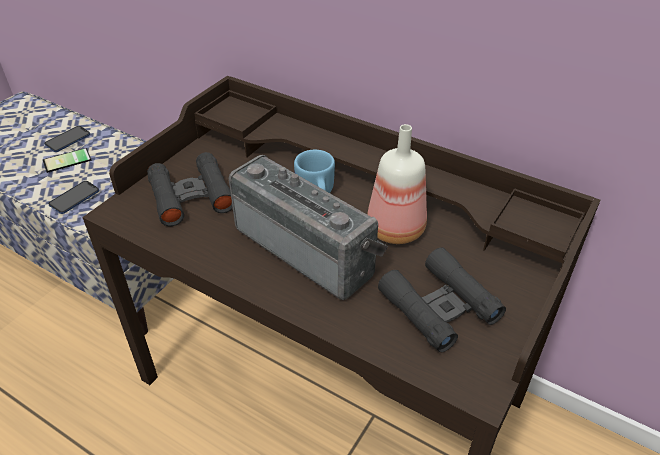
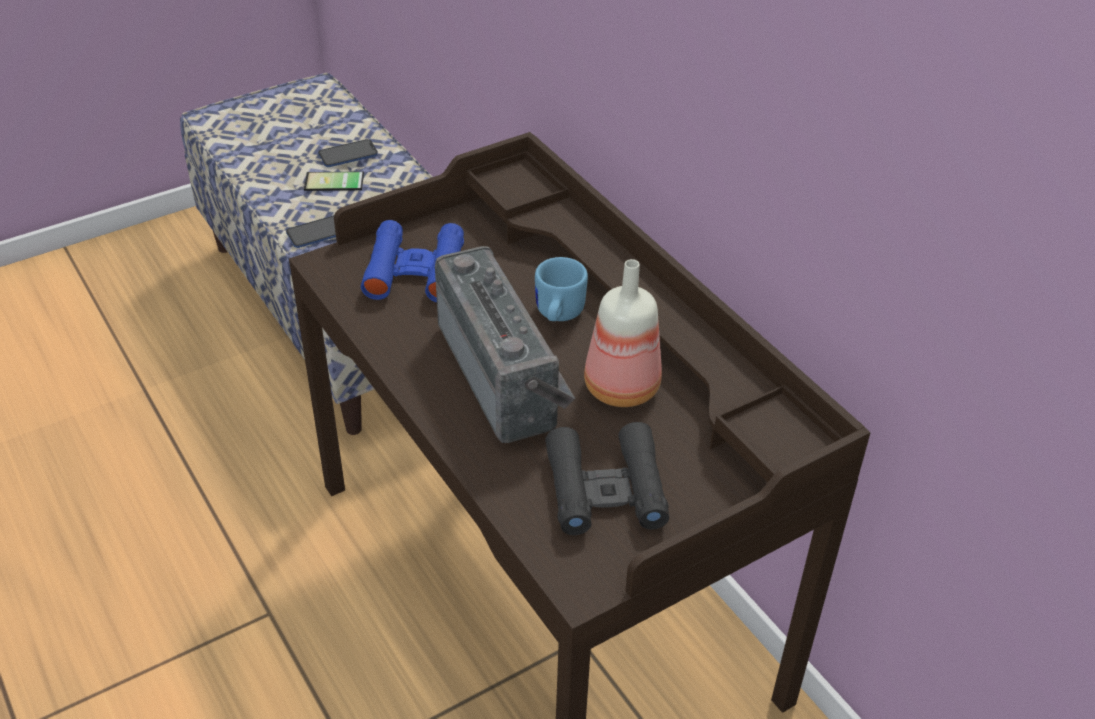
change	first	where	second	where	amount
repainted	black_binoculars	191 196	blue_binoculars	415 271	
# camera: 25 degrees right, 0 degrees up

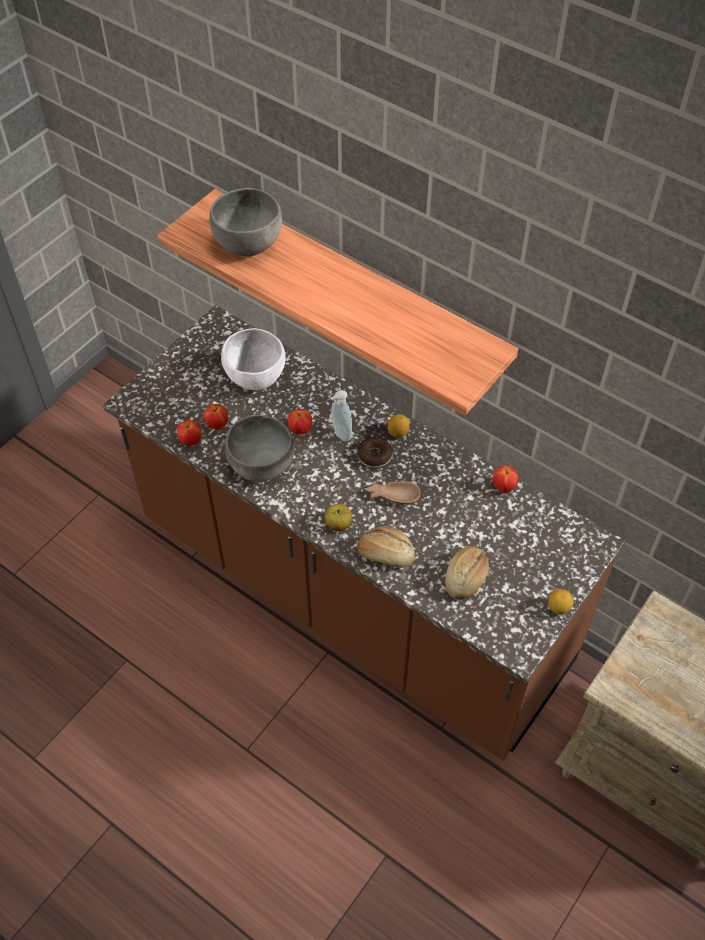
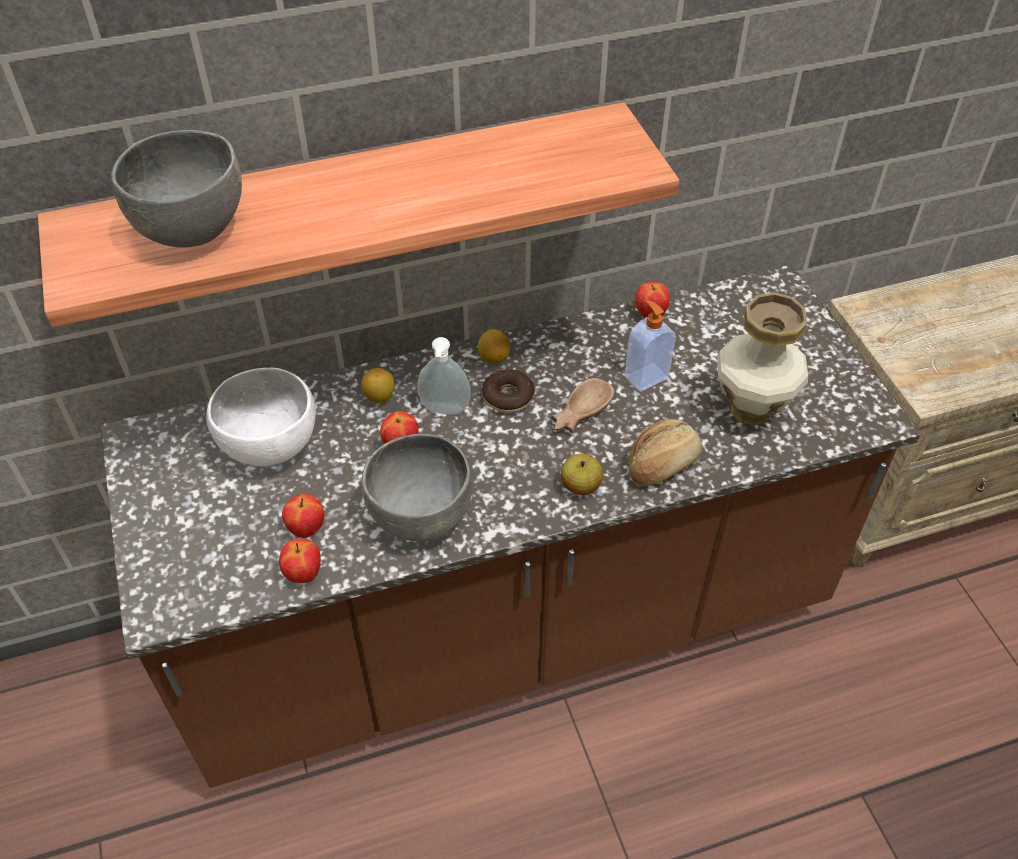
change	first	where	second	where	amount
swapped	bread	466 578	vase	750 410	
shifted	lemon	558 608		379 397	
new			soap_dispenser	645 376	
# camera: 55 degrees left, 5 degrees down

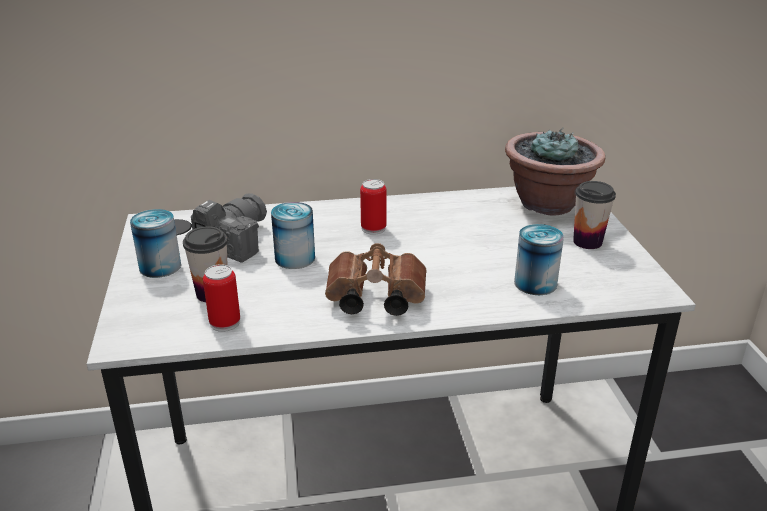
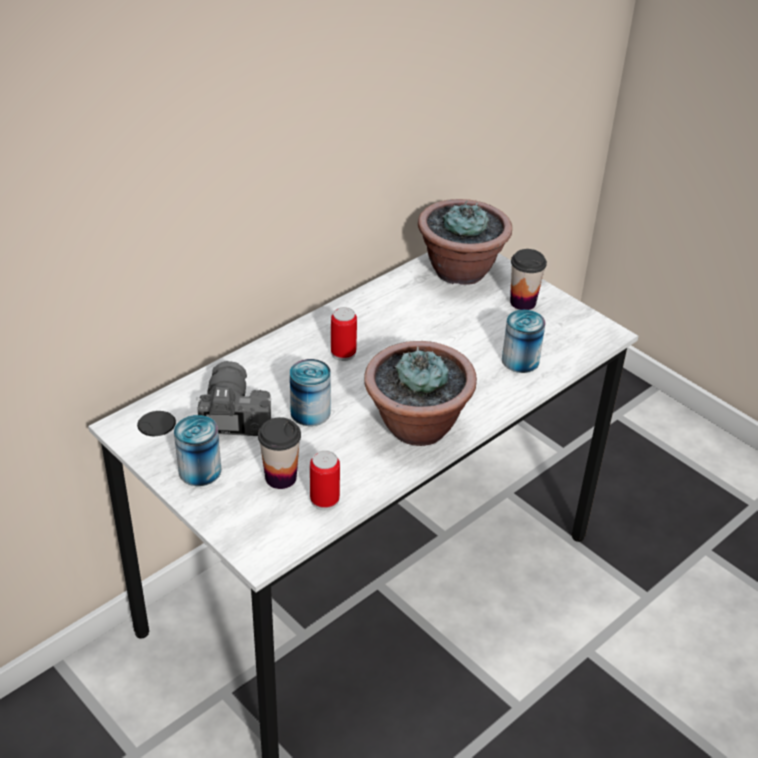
change	first	where	second	where	amount
swapped	brown_binoculars	373 299	potted_plant	416 427	
# camera: 35 degrees left, 10 degrees up

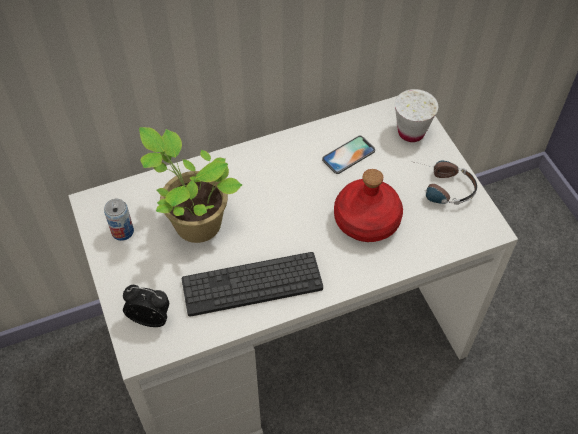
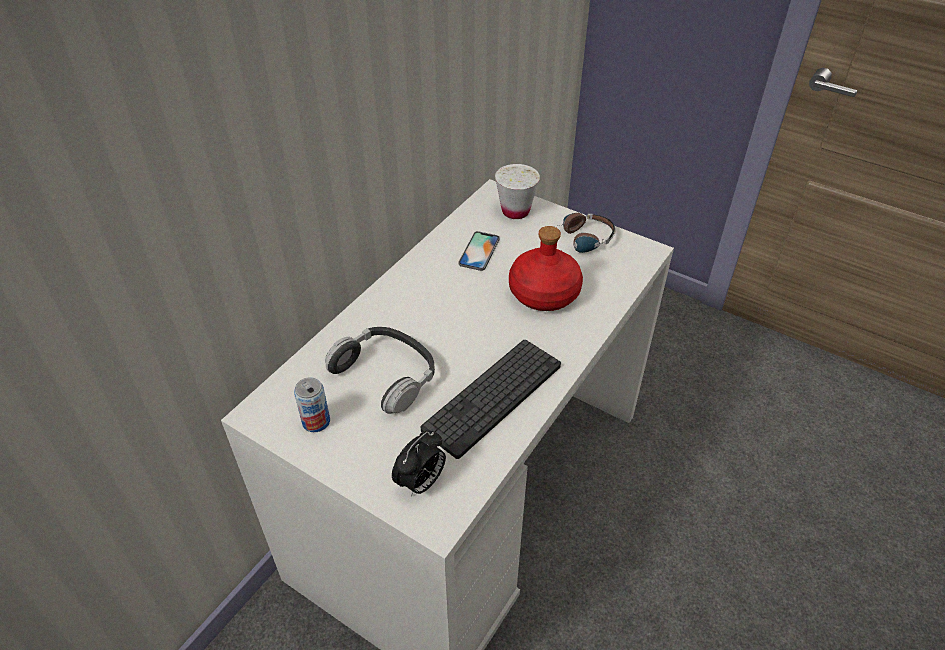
change	first	where	second	where	amount
rotated	alarm_clock	151 318		421 483	150 degrees clockwise
swapped	potted_plant	194 222	headphones	386 374	
# camera: 35 degrees left, 10 degrees down

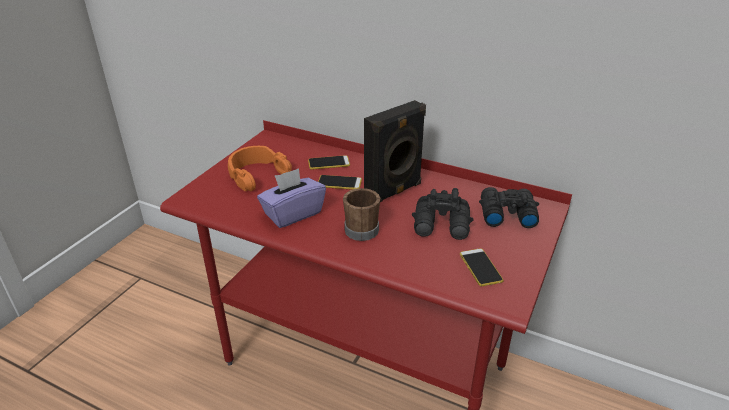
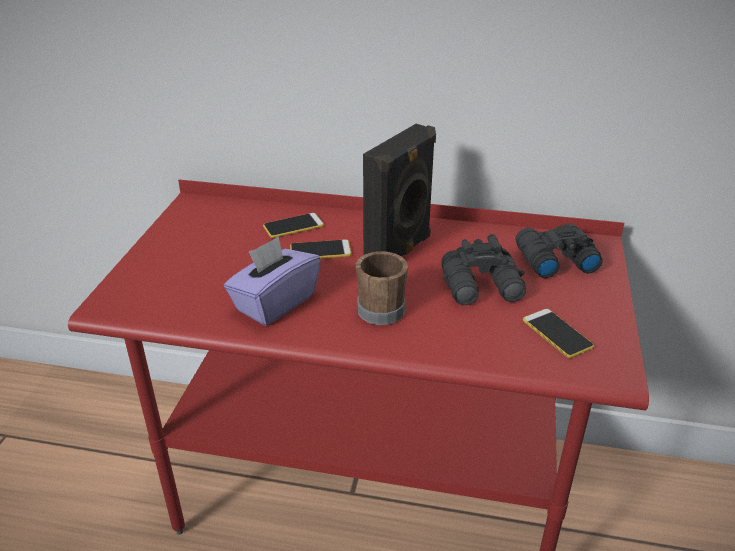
change	first	where	second	where	amount
gone	orange_headphones	257 175			
# camera: 15 degrees left, 0 degrees up

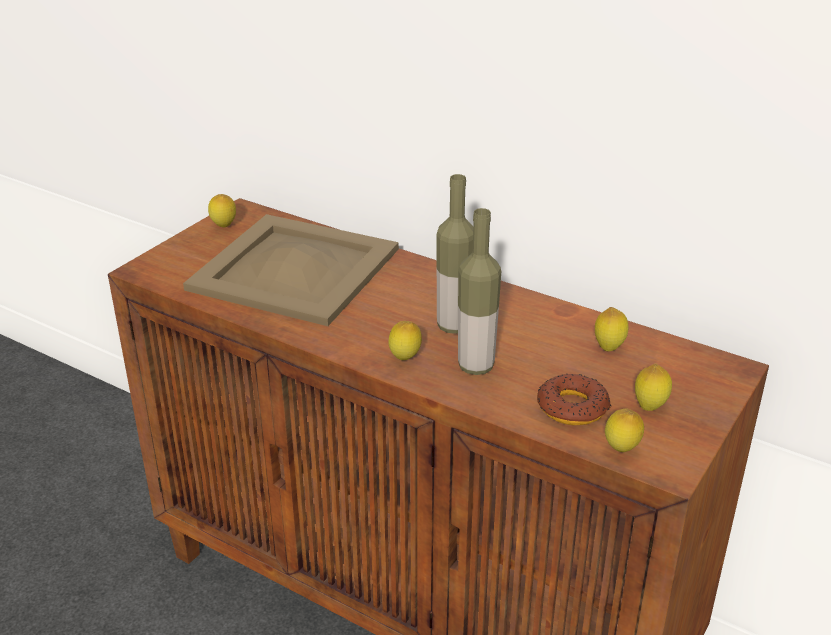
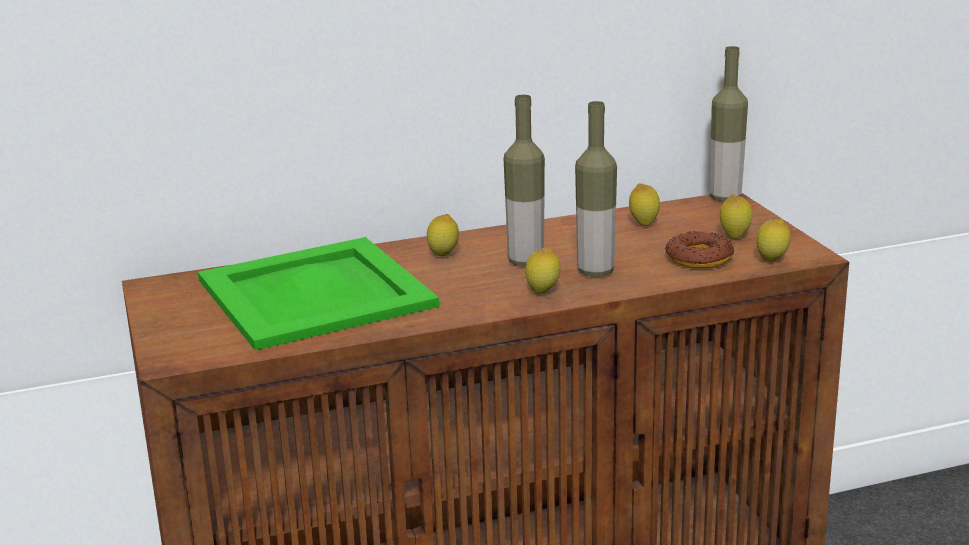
change	first	where	second	where	amount
repainted	beige_tray	294 268	green_tray	313 293	
shifted	lemon	224 227		443 256	
new			bottle	725 198	
# camera: 50 degrees left, 10 degrees down

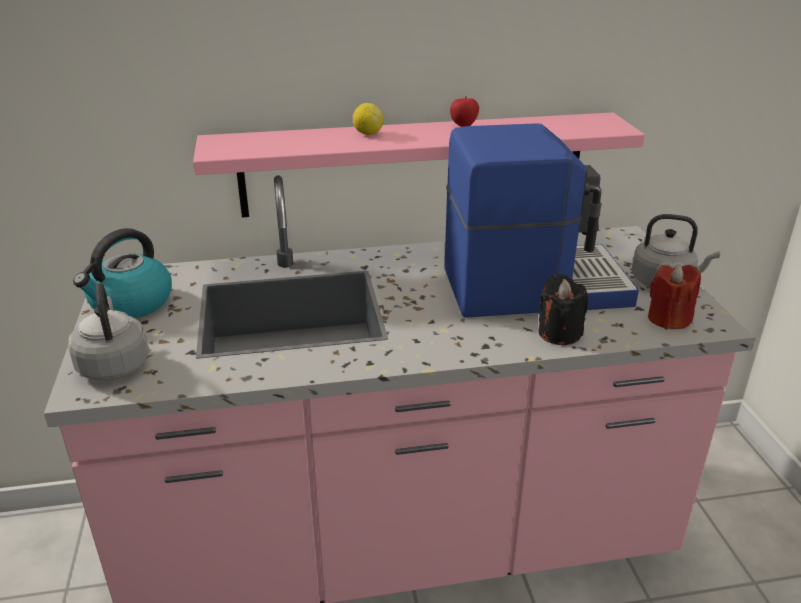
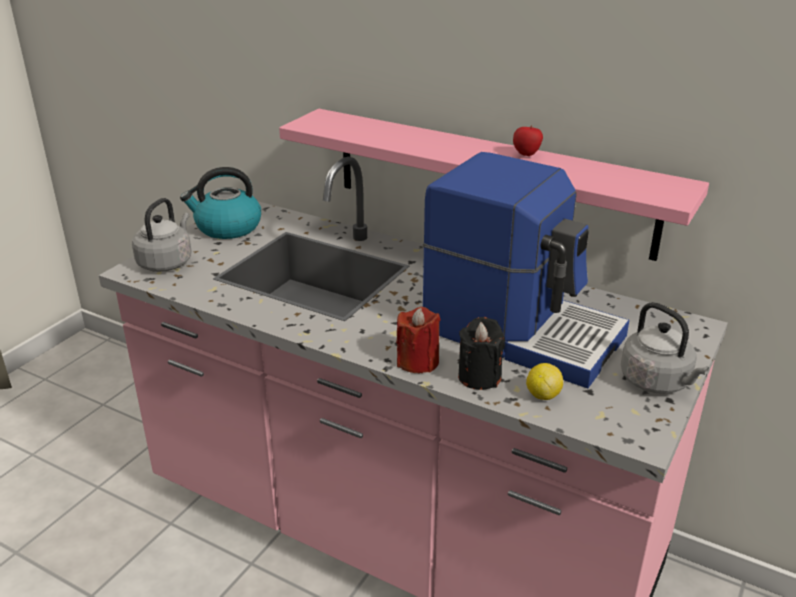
change	first	where	second	where	amount
shifted	lemon	368 133		543 395	
shifted	red_candle	668 319		418 362	
# camera: 40 degrees right, 0 degrees up

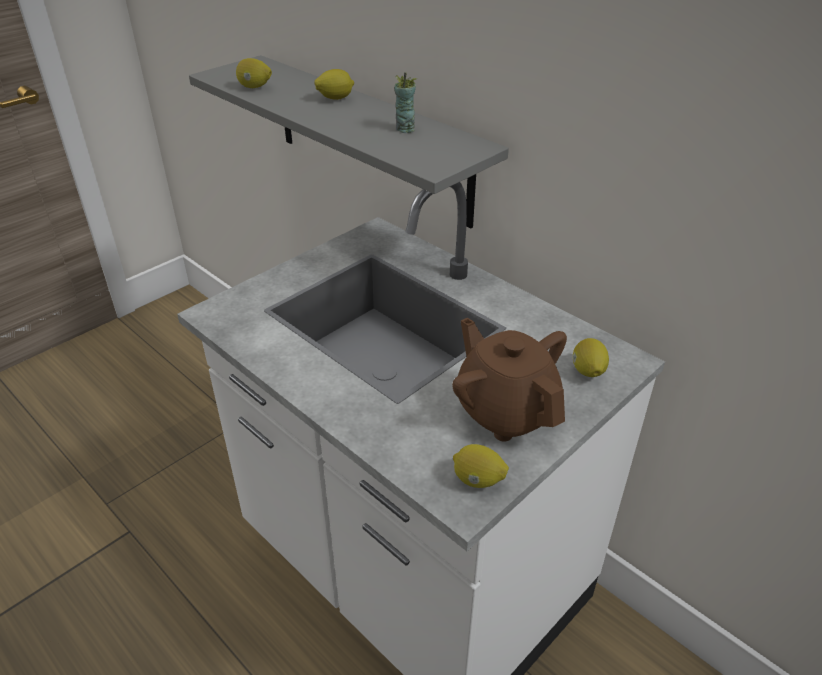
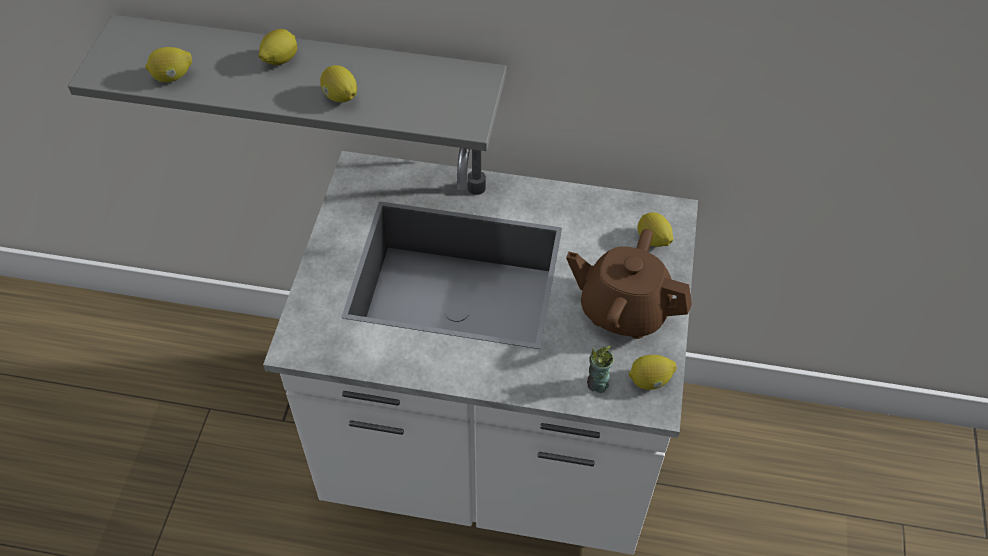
change	first	where	second	where	amount
shifted	cup	405 129		597 384	
new			lemon	340 97	
# camera: 35 degrees left, 15 degrees up

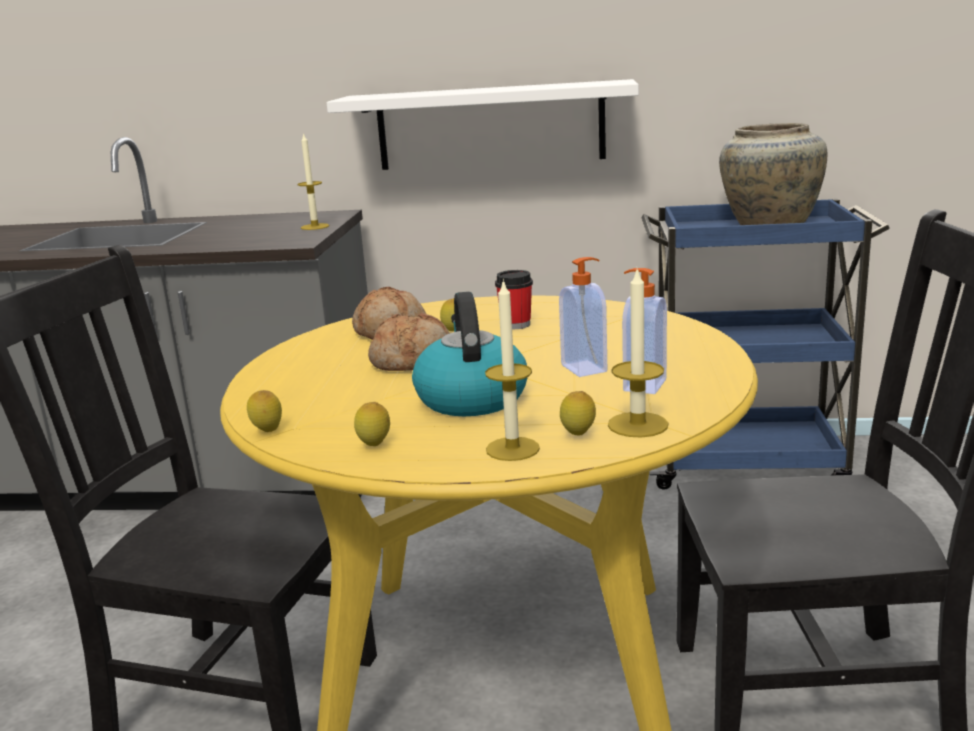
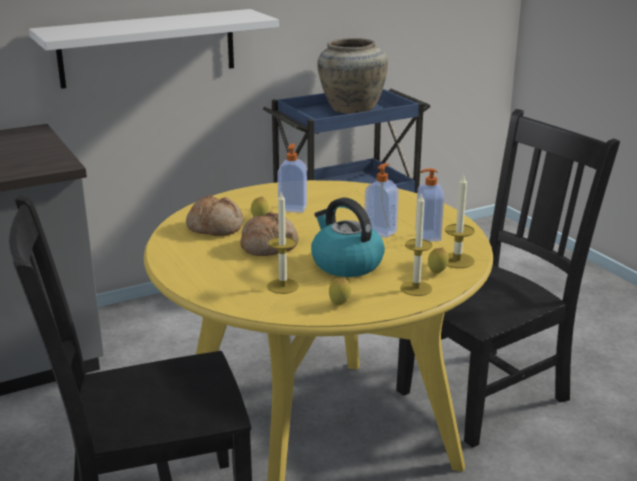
change	first	where	second	where	amount
gone	lemon	267 432			
shifted	candle	315 227		283 286	
swapped	cup	516 325	soap_dispenser	292 208	
# camera: 35 degrees left, 5 degrees up

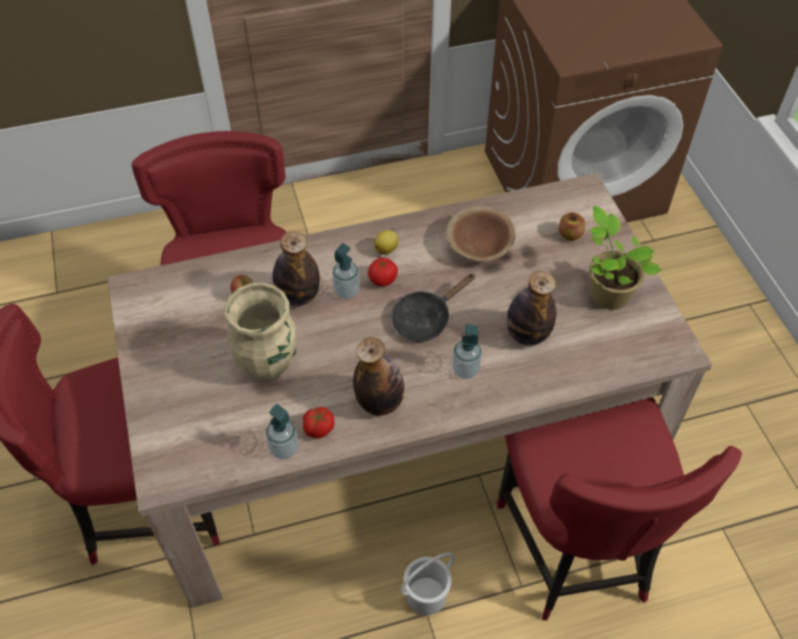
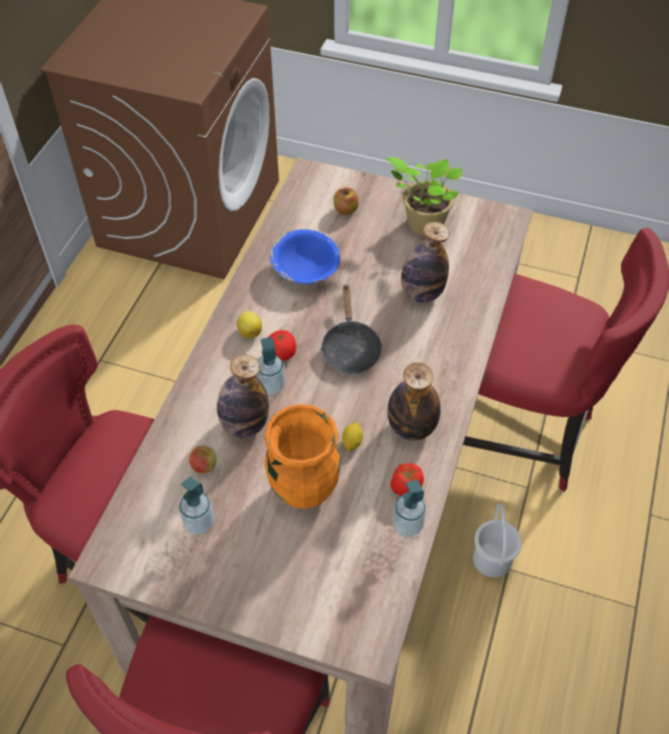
change	first	where	second	where	amount
repainted	beige_vase	268 364	orange_vase	304 489	
repainted	brown_bowl	479 246	blue_bowl	305 270	
shifted	soap_dispenser	465 370		199 523	
new			lemon	352 442	
# camera: 55 degrees left, 0 degrees up

